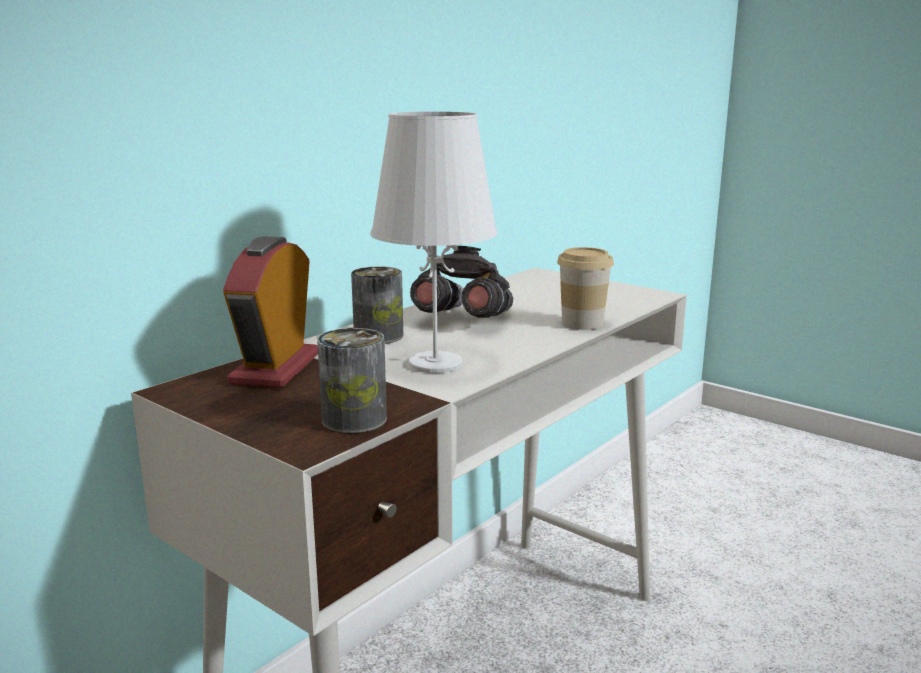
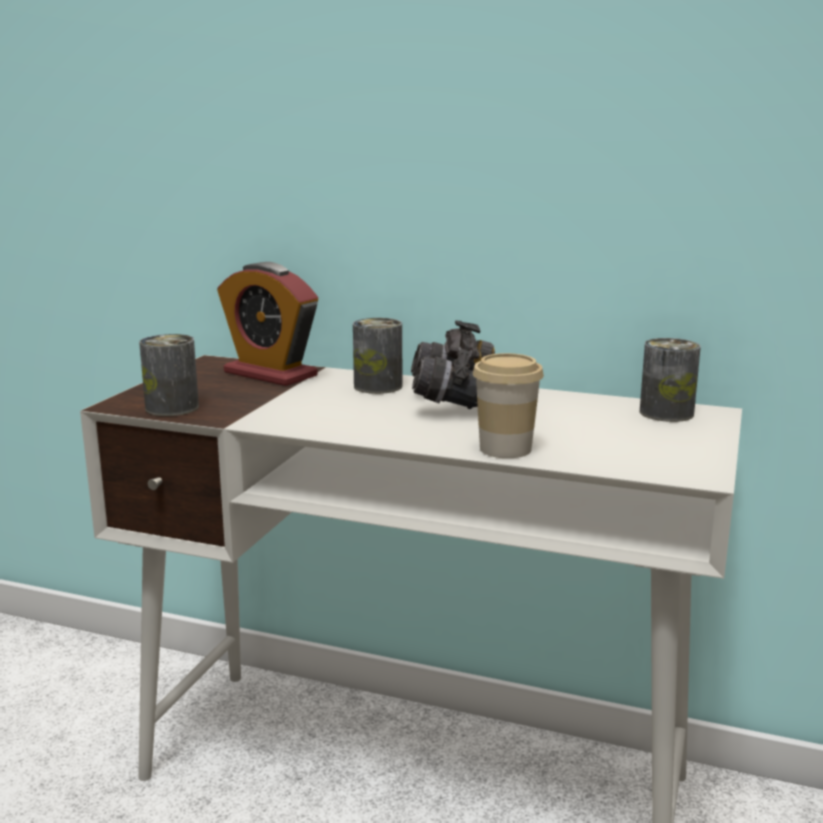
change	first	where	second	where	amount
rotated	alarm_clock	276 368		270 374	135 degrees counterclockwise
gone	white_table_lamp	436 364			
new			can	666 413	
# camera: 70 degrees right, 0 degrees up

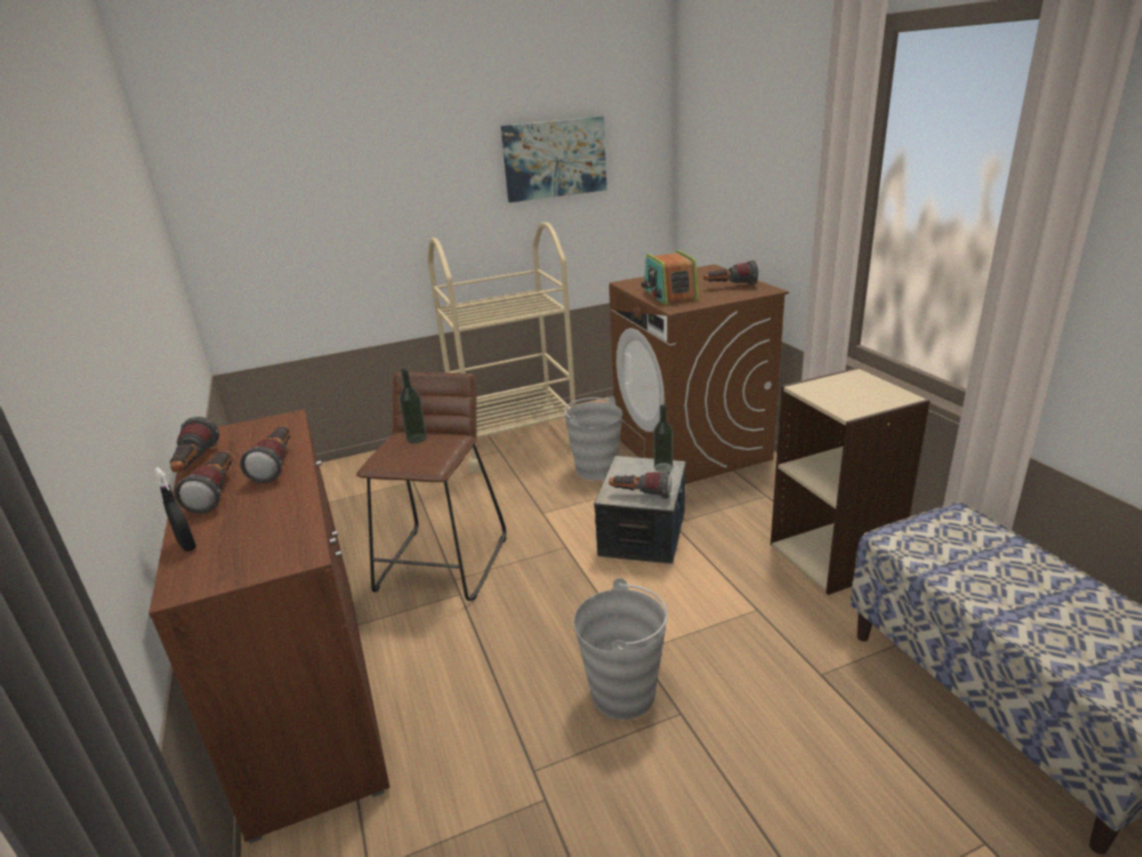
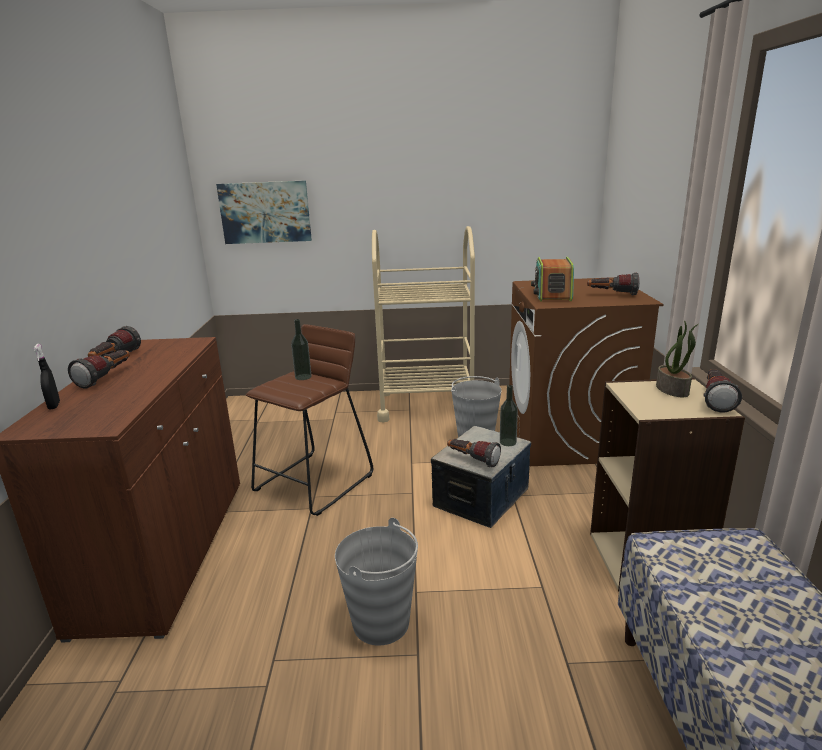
change	first	where	second	where	amount
shifted	flashlight	277 464		715 400	
shifted	picture	554 159		265 212	
new			potted_plant	673 390	
# camera: 20 degrees right, 5 degrees down

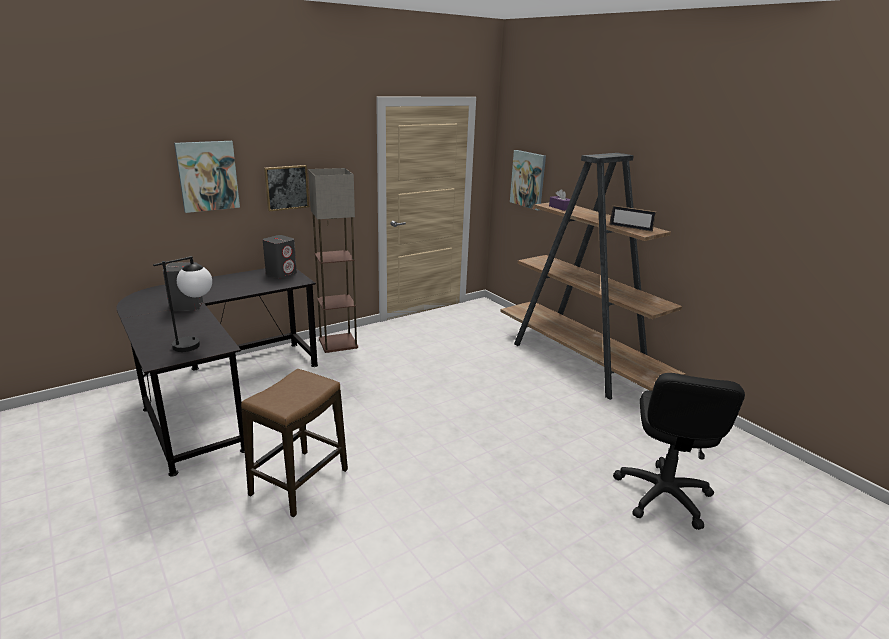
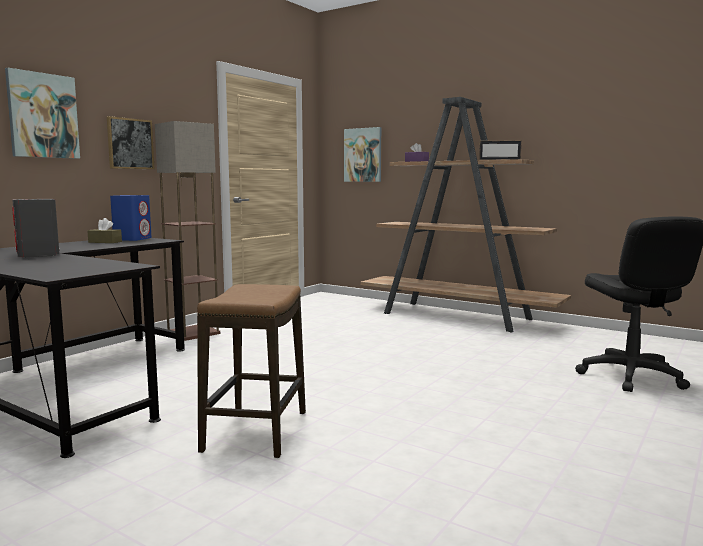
change	first	where	second	where	amount
gone	table_lamp	196 343			
repainted	grey_speaker	281 273	blue_speaker	132 239	
new			brown_tissue_box	105 242	
# camera: 20 degrees left, 15 degrees down

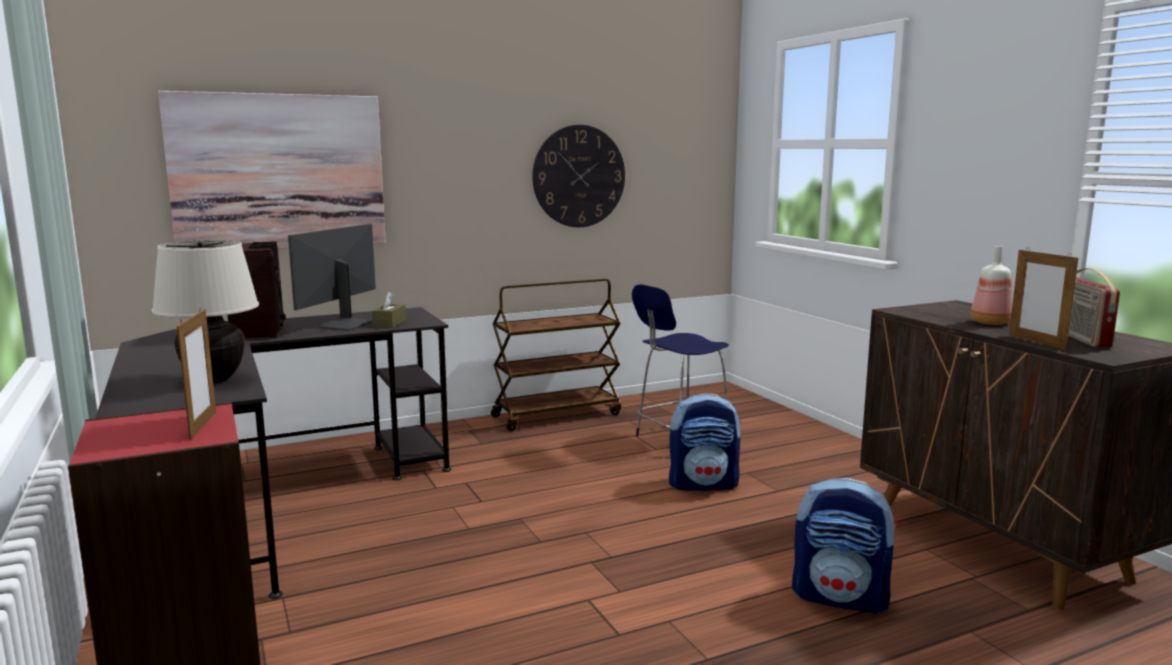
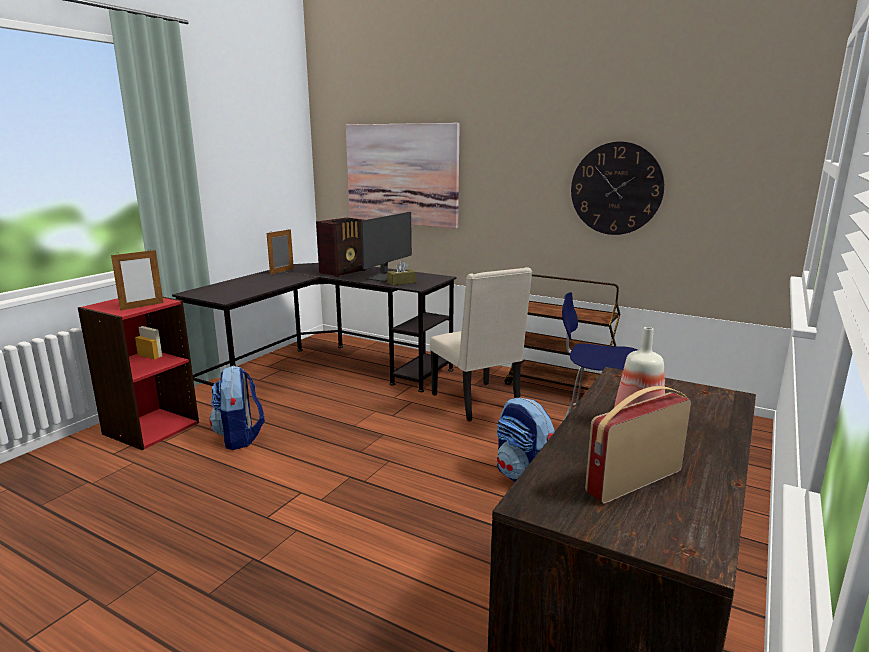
change	first	where	second	where	amount
gone	beige_table_lamp	214 380			
rotated	monitor	345 324		384 277	135 degrees clockwise
shifted	backpack	841 597		240 437	
shifted	picture_frame	1036 342		282 271	
new			beige_chair	478 402	
# camera: 55 degrees right, 5 degrees up

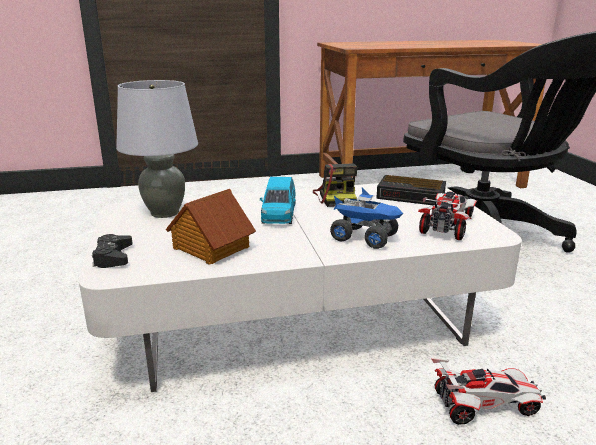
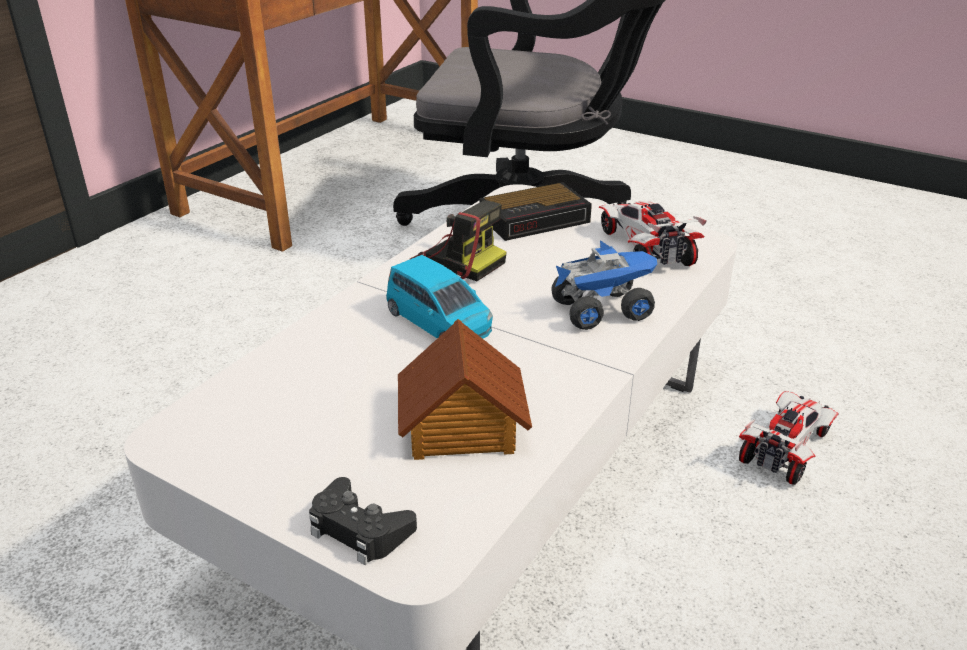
change	first	where	second	where	amount
gone	grey_table_lamp	165 213			
# camera: 45 degrees left, 10 degrees up

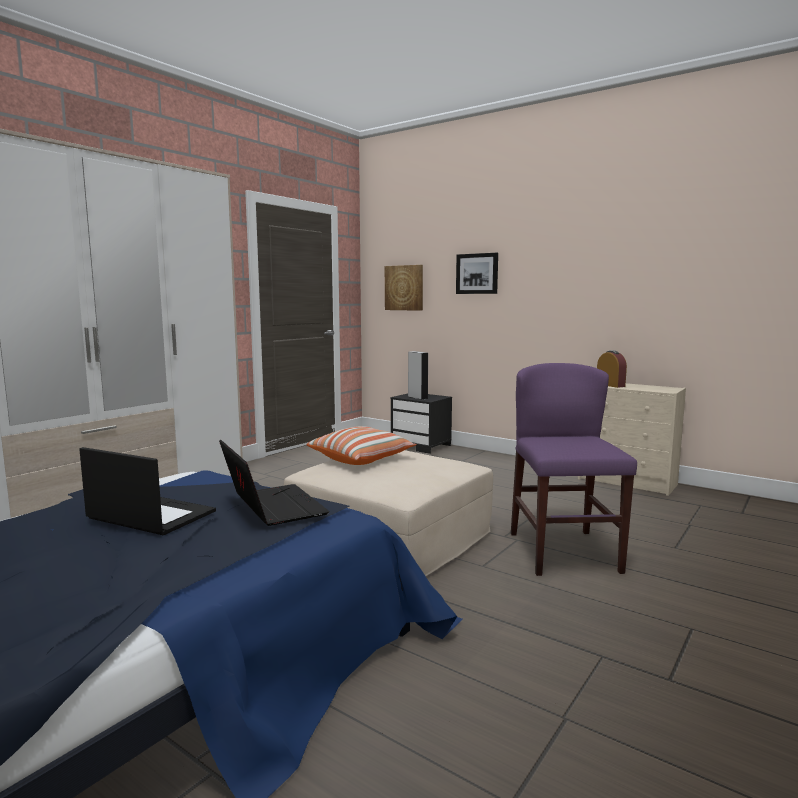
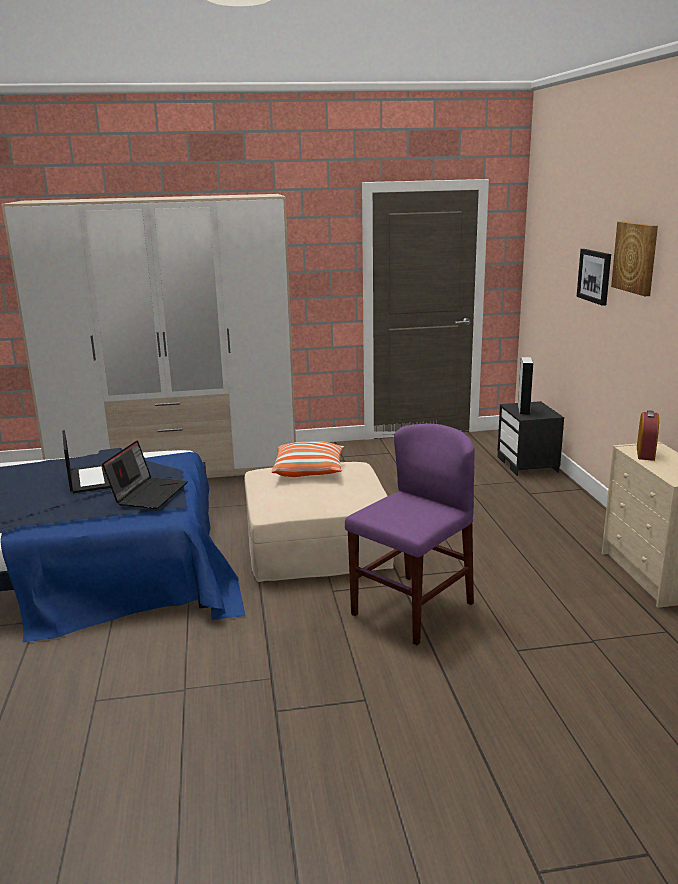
change	first	where	second	where	amount
shifted	picture	404 288		636 257	
# camera: 45 degrees right, 10 degrees up

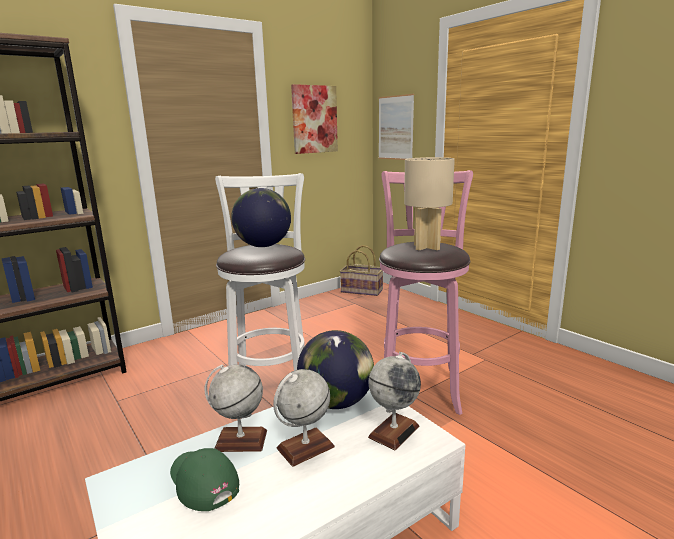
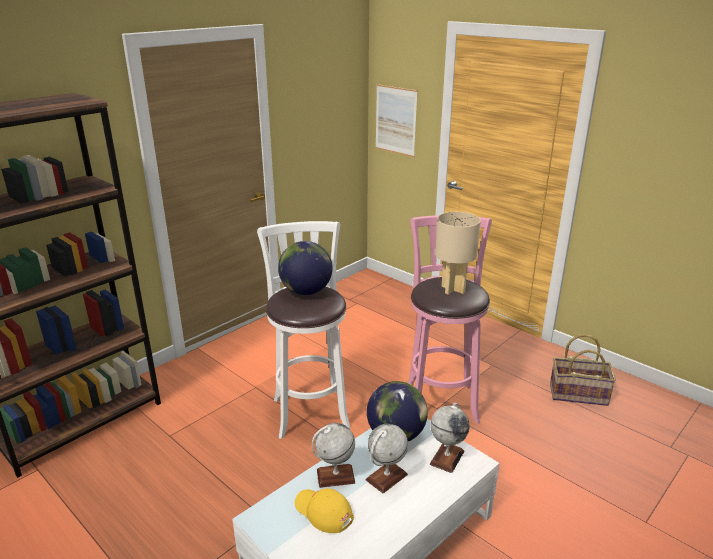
change	first	where	second	where	amount
repainted	green_cap	202 482	yellow_cap	323 512	
gone	picture	314 119			
shifted	basket	362 290		578 393	
# camera: 10 degrees left, 10 degrees up

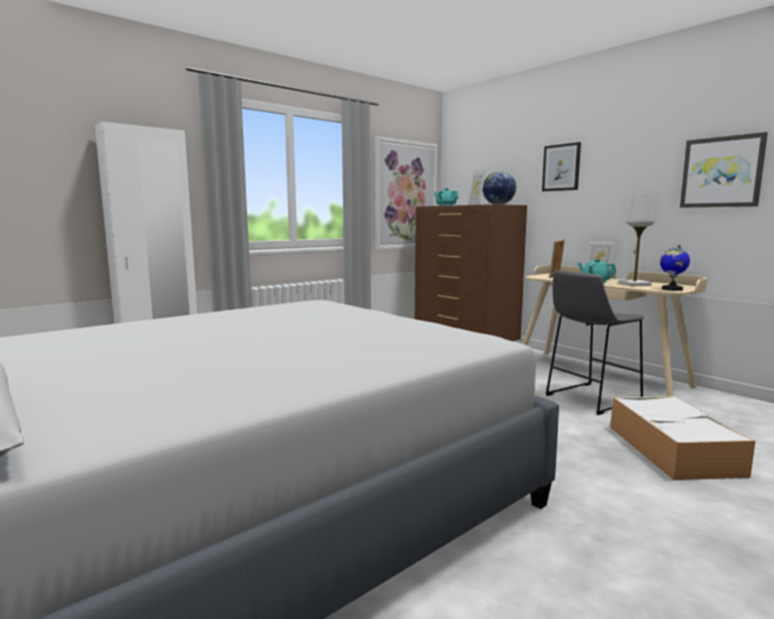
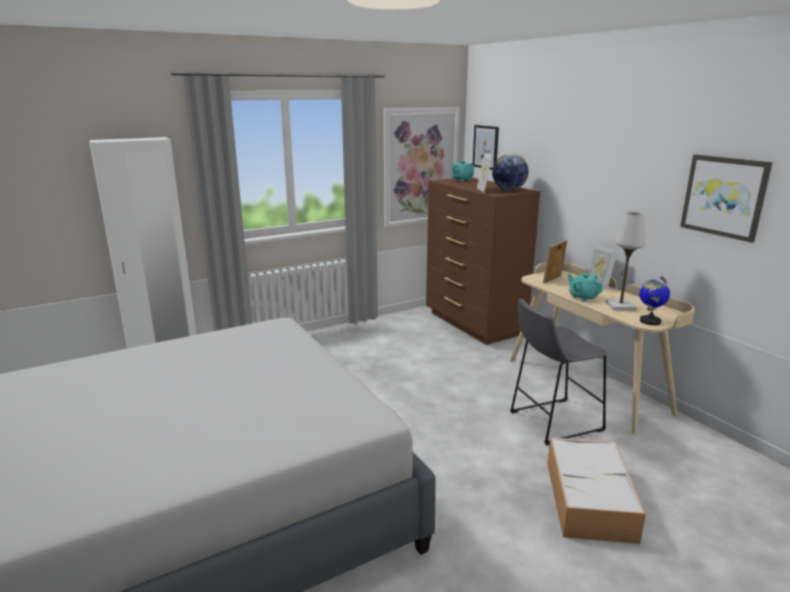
change	first	where	second	where	amount
shifted	picture	561 167		486 147	
# camera: 10 degrees right, 10 degrees up

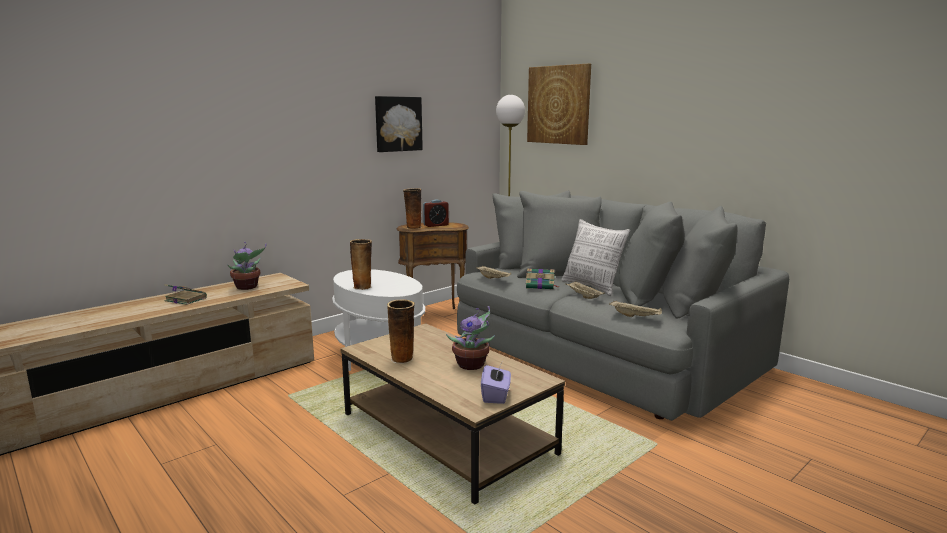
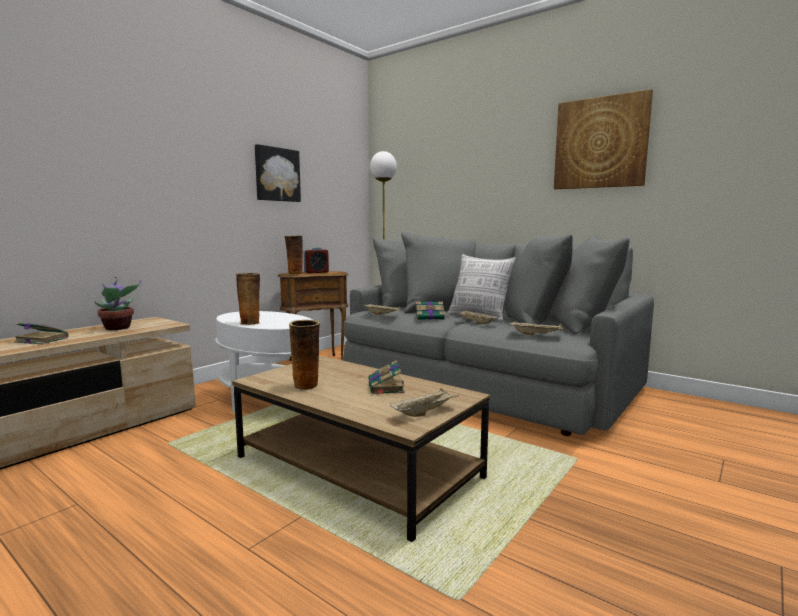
change	first	where	second	where	amount
swapped	potted_plant	472 365	book	386 387	
swapped	purple_tissue_box	496 395	beige_tray	424 412	
shifted	picture	558 105		600 143	
# camera: 10 degrees left, 5 degrees down

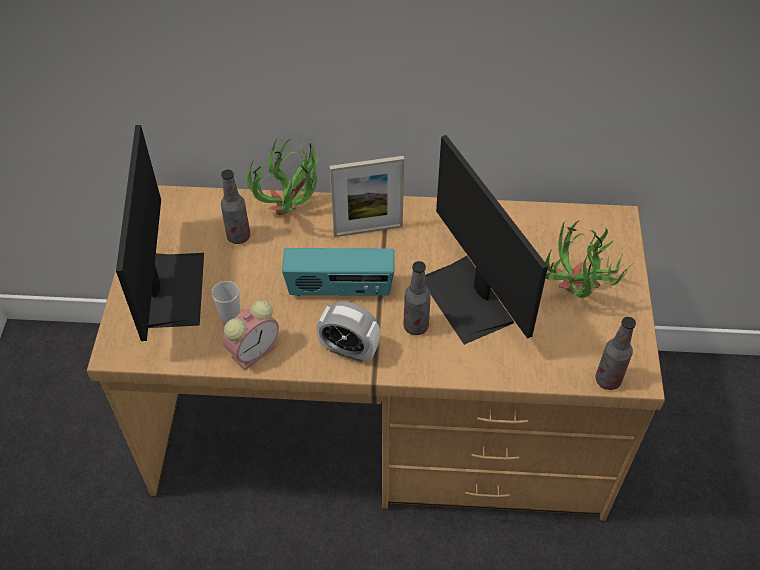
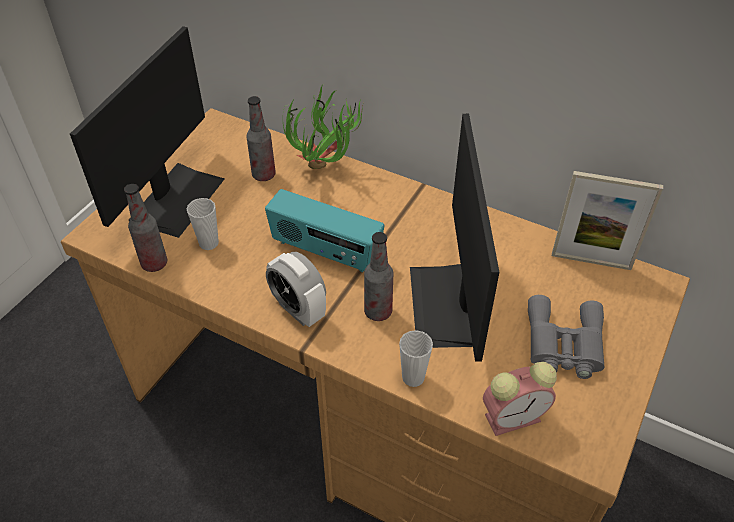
change	first	where	second	where	amount
shifted	alarm_clock	255 350		514 416	
shifted	picture_frame	368 230		591 261	
swapped	potted_plant	573 298	grey_binoculars	563 345	
shifted	bottle	608 380		154 263	
new			cup	413 377	
# camera: 25 degrees right, 5 degrees down

